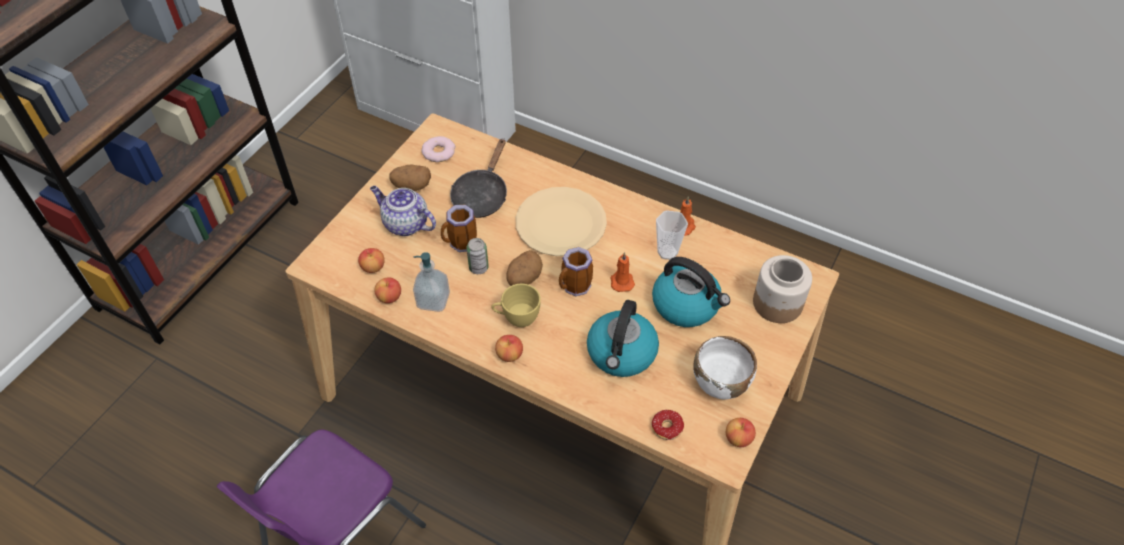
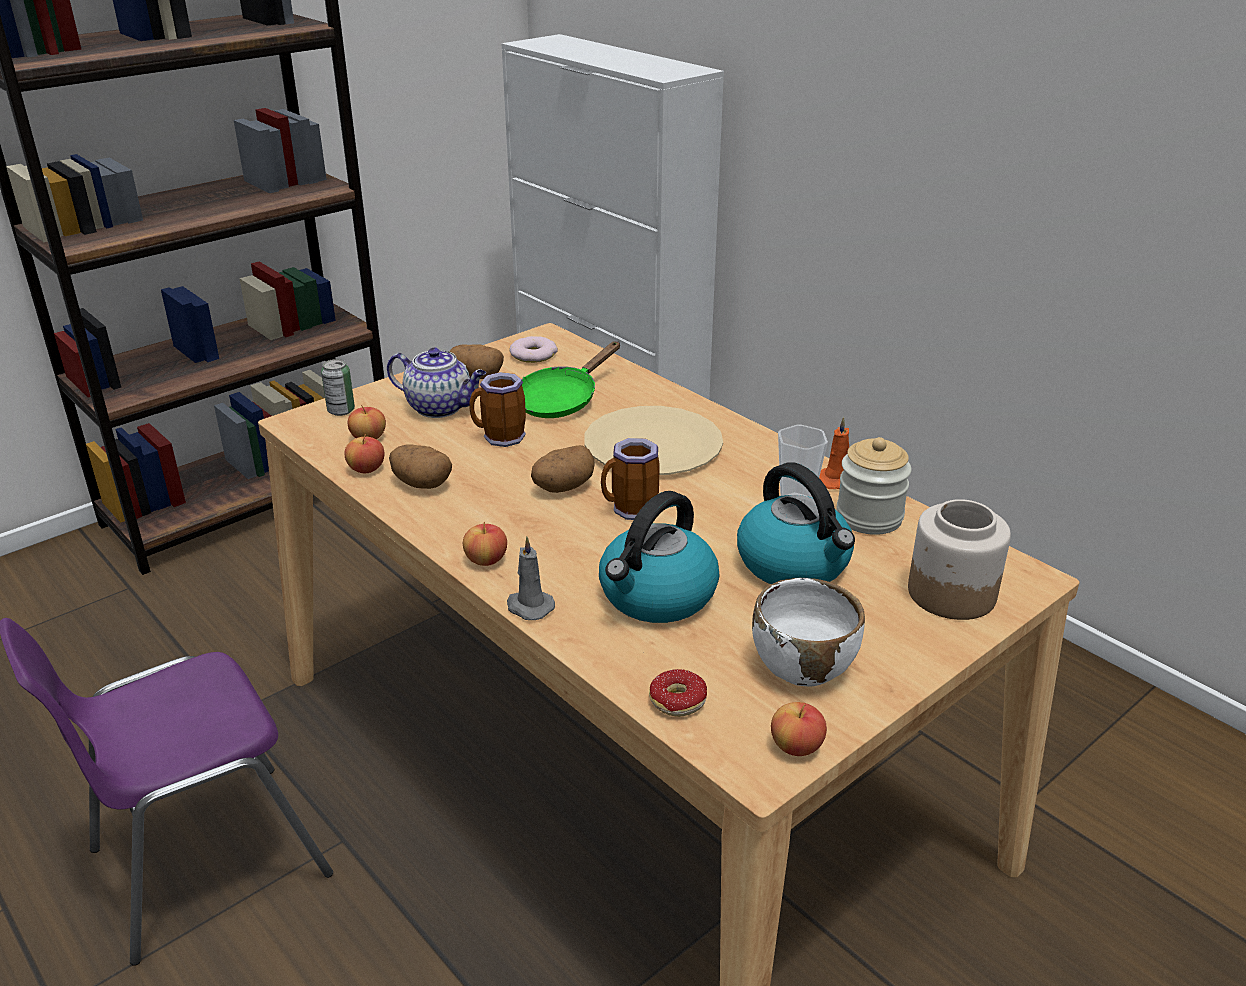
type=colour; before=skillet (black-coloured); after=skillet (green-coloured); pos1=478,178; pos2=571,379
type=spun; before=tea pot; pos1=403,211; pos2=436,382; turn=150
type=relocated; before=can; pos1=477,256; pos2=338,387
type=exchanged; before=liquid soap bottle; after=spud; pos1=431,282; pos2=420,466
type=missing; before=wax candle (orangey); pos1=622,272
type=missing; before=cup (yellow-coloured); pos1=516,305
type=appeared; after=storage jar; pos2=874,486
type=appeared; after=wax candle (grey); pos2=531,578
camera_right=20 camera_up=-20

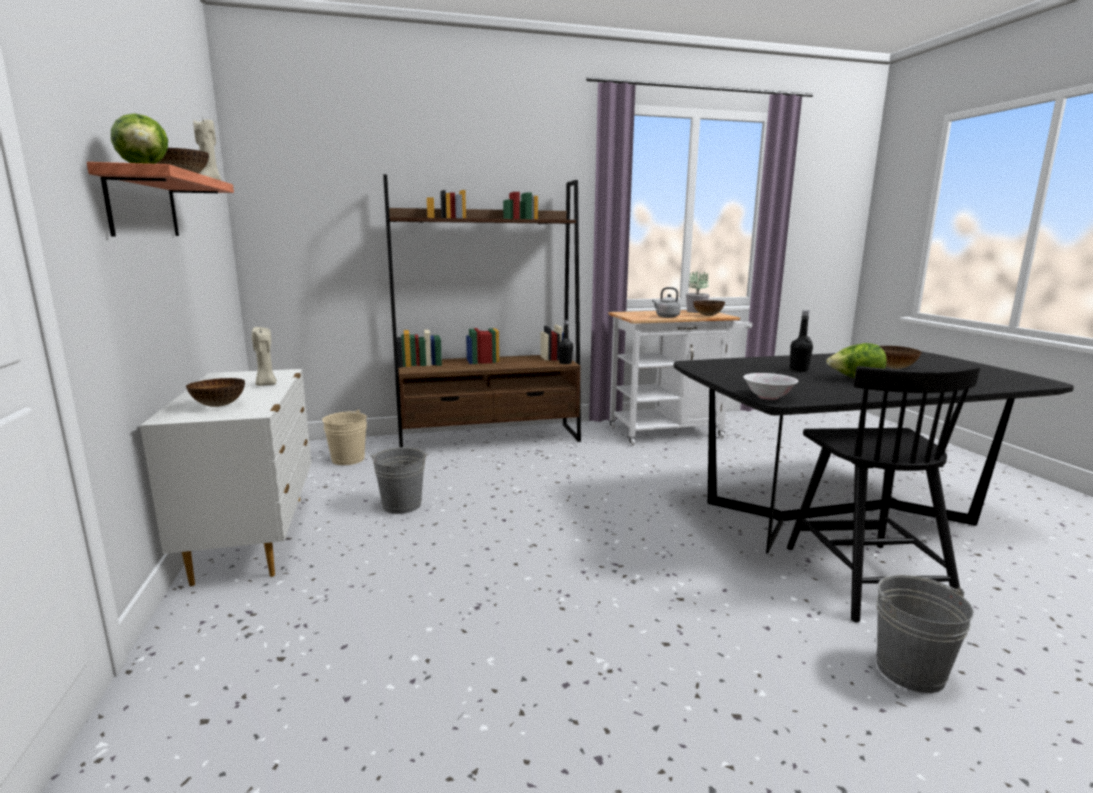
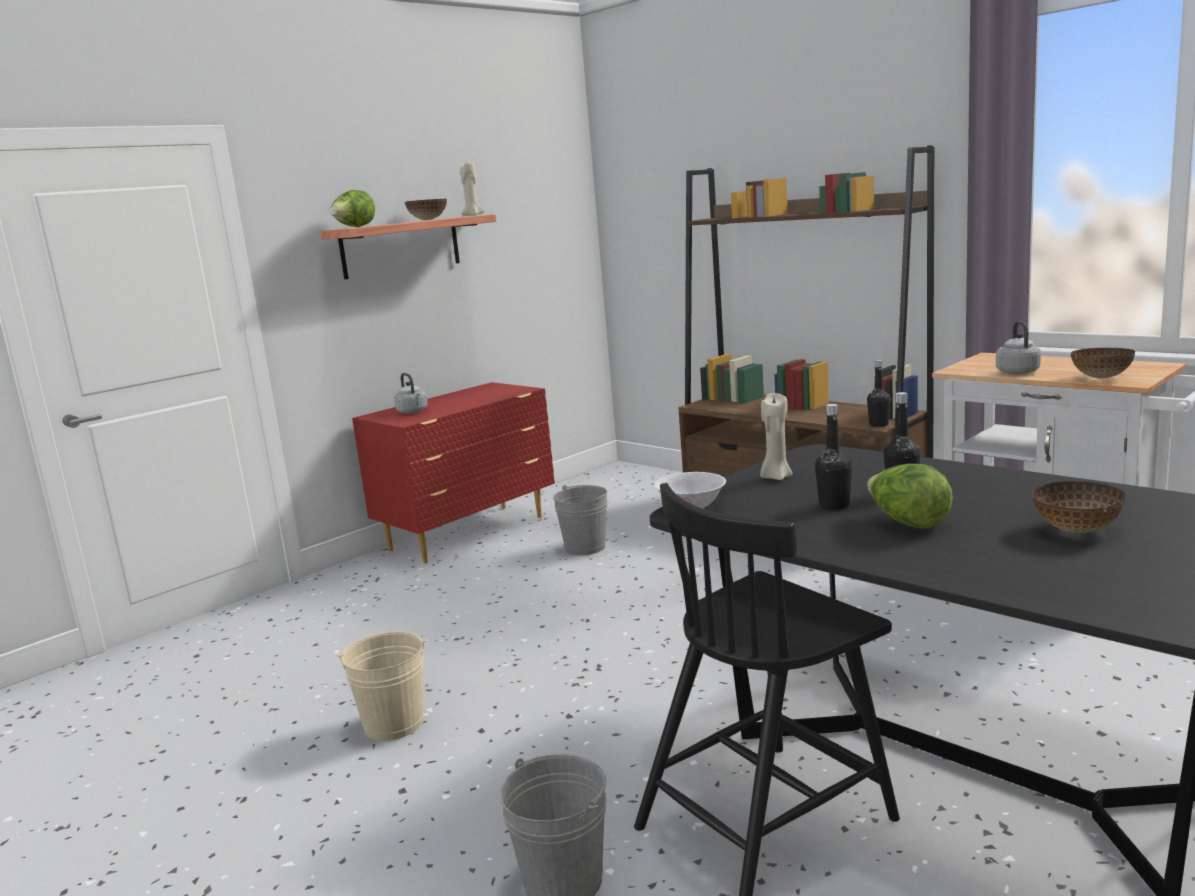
type=missing; before=houseplant; pos1=697,292
type=relocated; before=wax candle (sand-coloured); pos1=264,356; pos2=776,436
type=colour; before=chest of drawers (whitish); after=chest of drawers (red); pos1=226,477; pos2=453,473
type=exchanged; before=deep dish; after=water kettle (grey); pos1=215,392; pos2=411,393
type=relocated; before=water bucket (sand-coloured); pos1=344,437; pos2=382,686
type=appeared; after=drink bottle (black-coloured); pos2=833,457
camera_right=60 camera_up=0

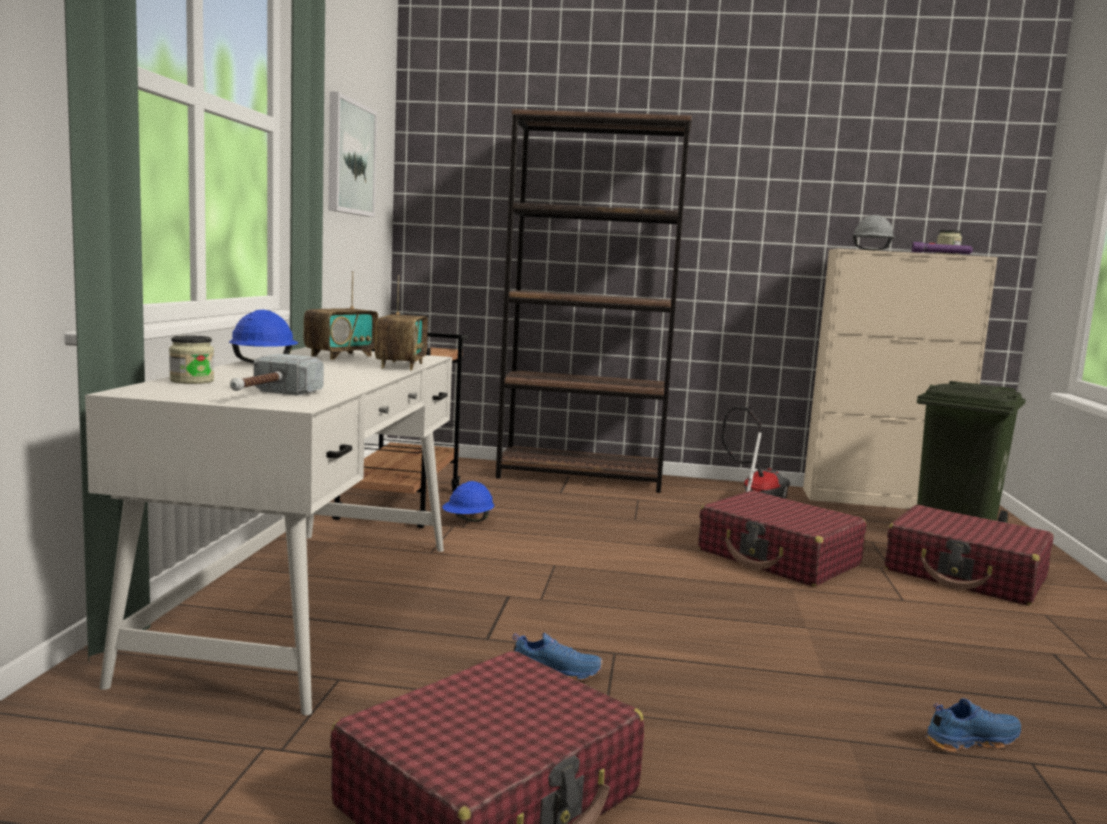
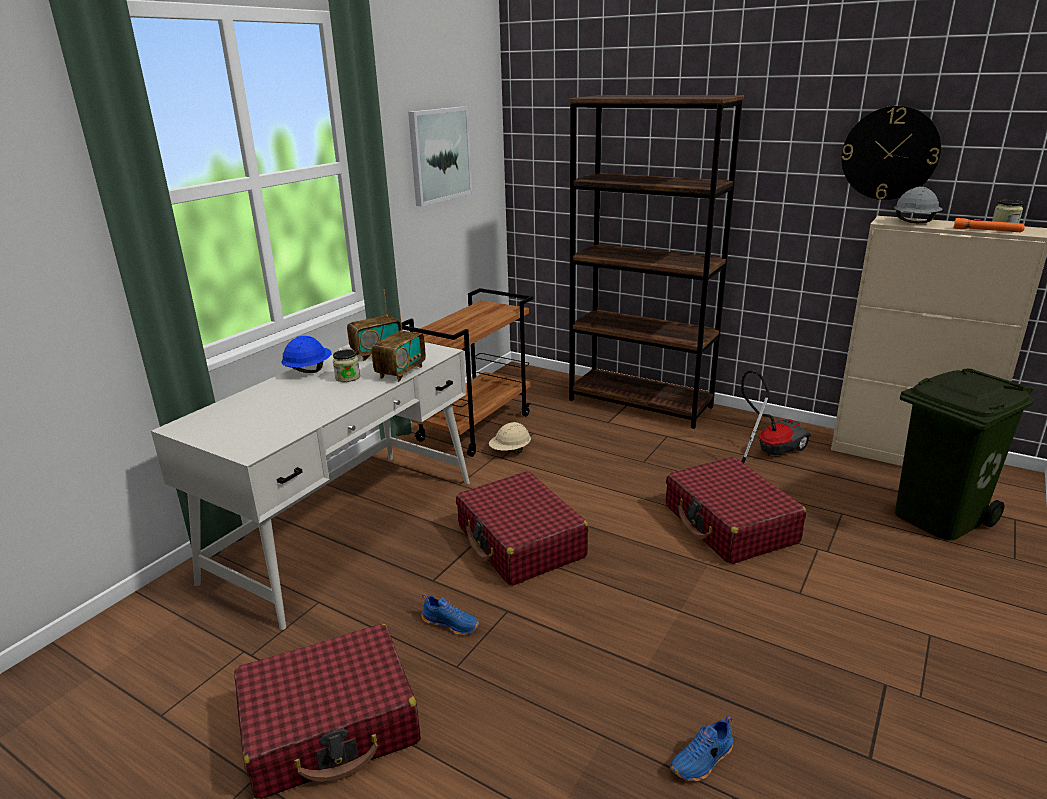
type=colour; before=hand torch (purple); after=hand torch (orangey); pos1=942,248; pos2=989,225
type=relocated; before=storage jar; pos1=191,359; pos2=346,365
type=missing; before=hammer; pos1=277,374
type=colour; before=work helmet (blue-coloured); after=work helmet (sand-coloured); pos1=468,501; pos2=510,438
type=relocated; before=piece of luggage (red); pos1=969,555; pos2=522,528
type=spun; before=shoe (blue-coloured); pos1=973,725; pos2=701,749; turn=135
type=appeared; after=clock on the wall; pos2=891,153
camera_right=25 camera_up=15

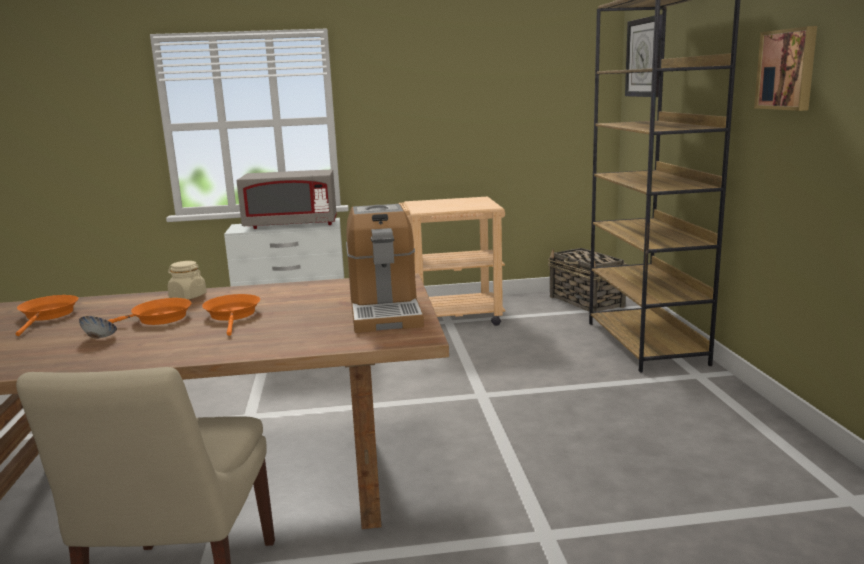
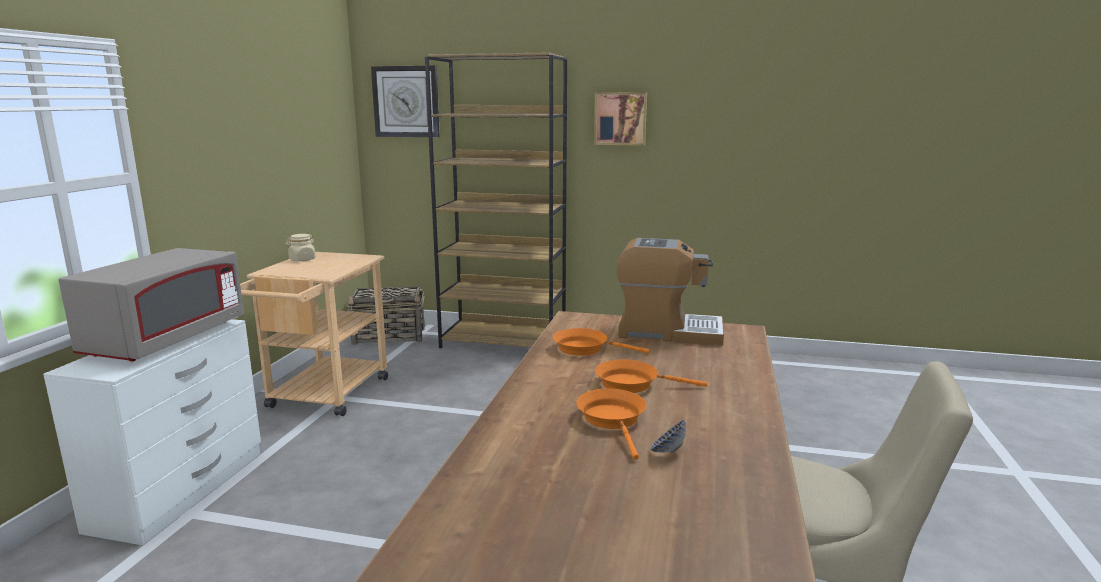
type=relocated; before=storage jar (sand-coloured); pos1=187,280; pos2=301,247
type=relocated; before=skillet (orangey); pos1=47,315; pos2=601,342
camera_right=-70 camera_up=0

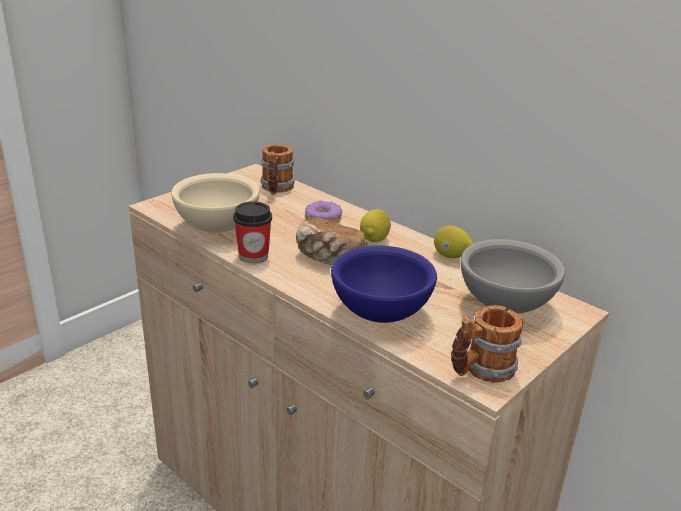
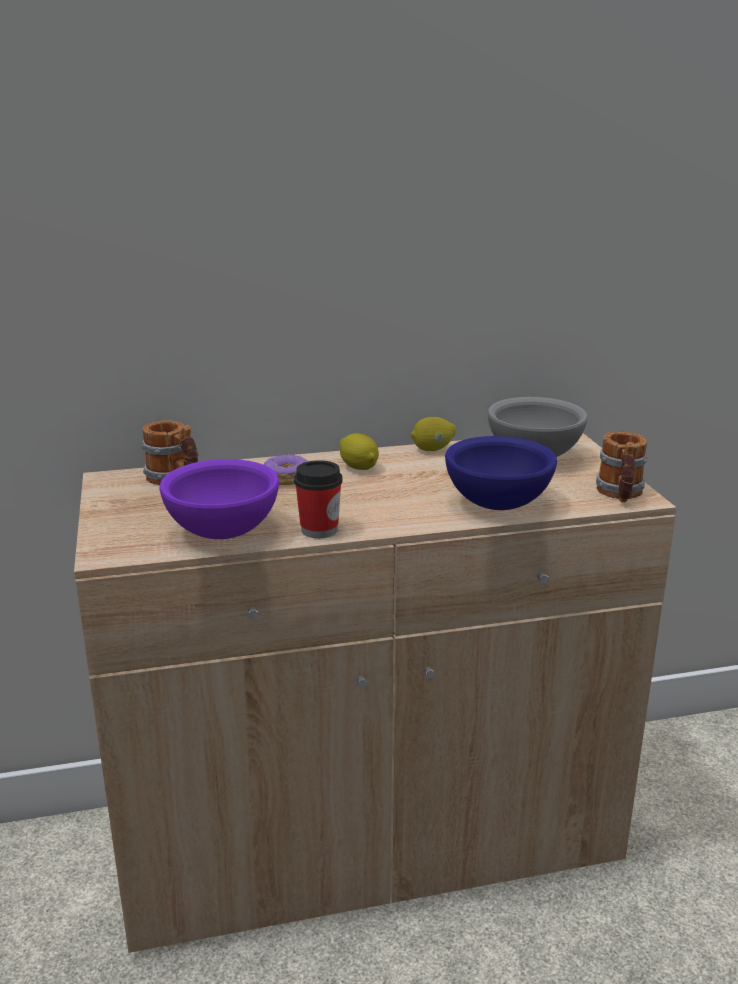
type=colour; before=deep dish (sand-coloured); after=deep dish (purple); pos1=215,203; pos2=219,499
type=missing; before=bread; pos1=331,241
camera_right=-55 camera_up=-5

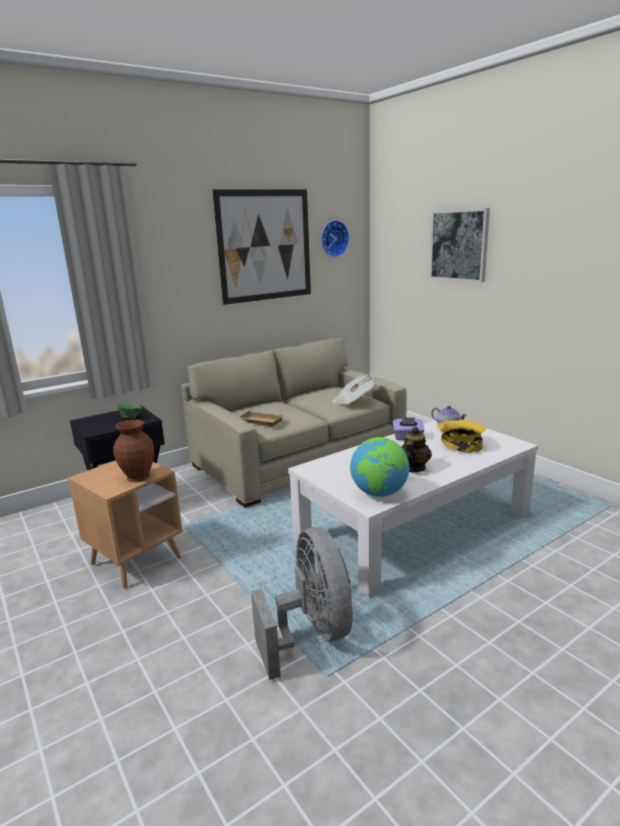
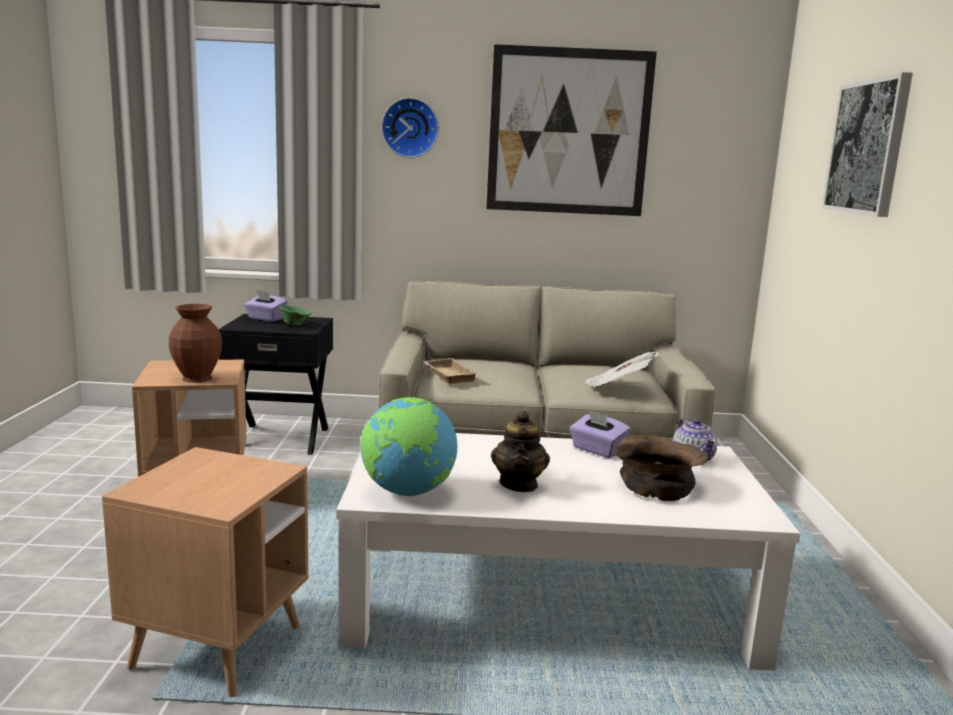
type=relocated; before=clock on the wall; pos1=335,238; pos2=410,128
type=colour; before=deep dish (yellow-coloured); after=deep dish (brownish); pos1=461,436; pos2=661,467
type=spun; before=tea pot; pos1=416,449; pos2=520,451; turn=120
type=exchanged; before=fan (grey); after=accent table (brownish); pos1=302,603; pos2=205,572
type=appeared; after=box of tissues (purple); pos2=265,306
camera_right=35 camera_up=-5

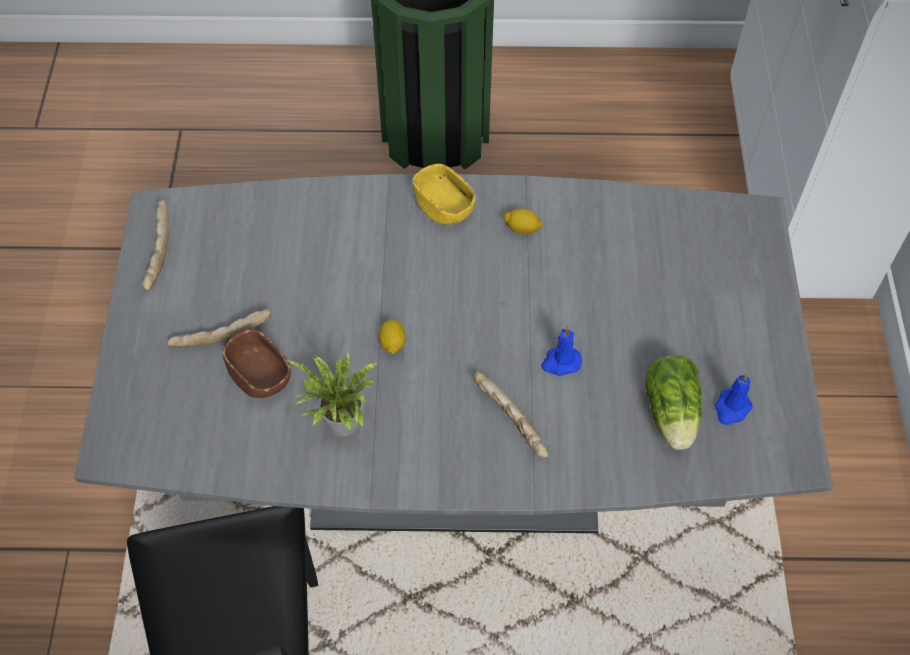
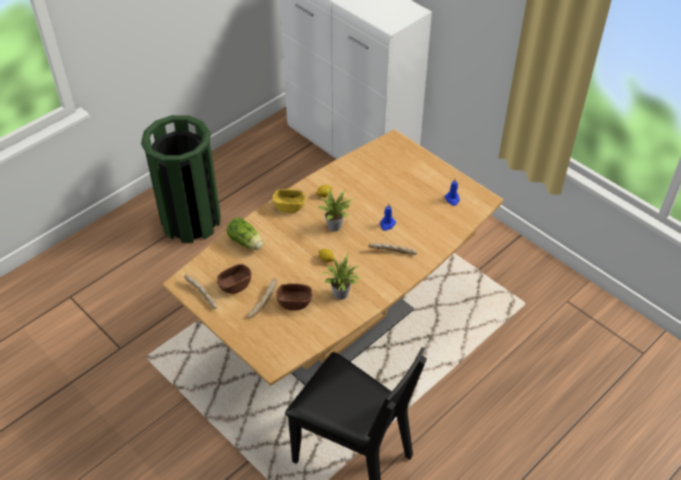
type=colour; before=dining table (grey); after=dining table (brownish); pos1=453,353; pos2=333,257
type=relocated; before=head of lettuce; pos1=673,402; pos2=244,233
type=appeared; after=houseplant; pos2=336,209
type=appeared; after=deep dish (brownish); pos2=234,279
camera_right=-45 camera_up=-10

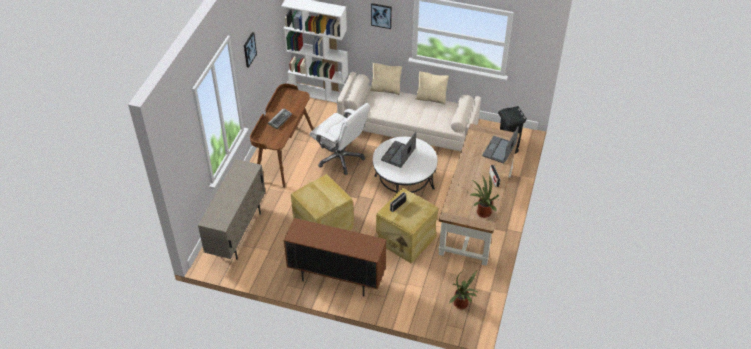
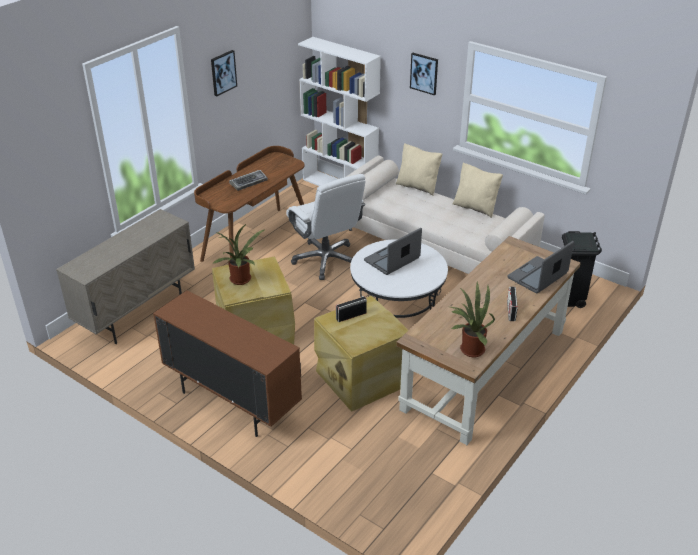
type=relocated; before=houseplant; pos1=463,289; pos2=238,254
camera_right=20 camera_up=-10

